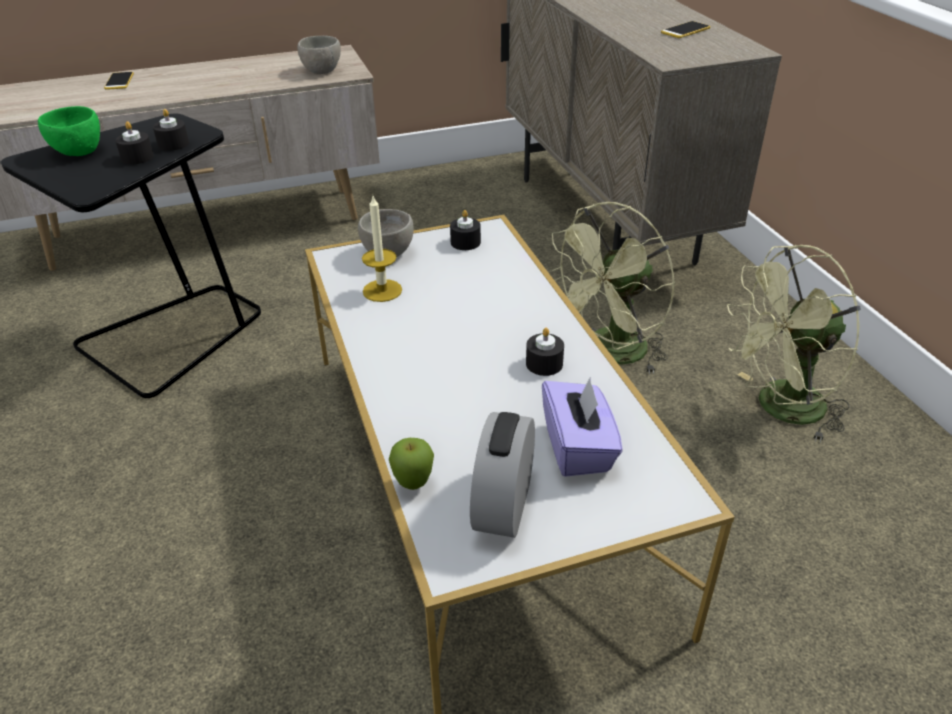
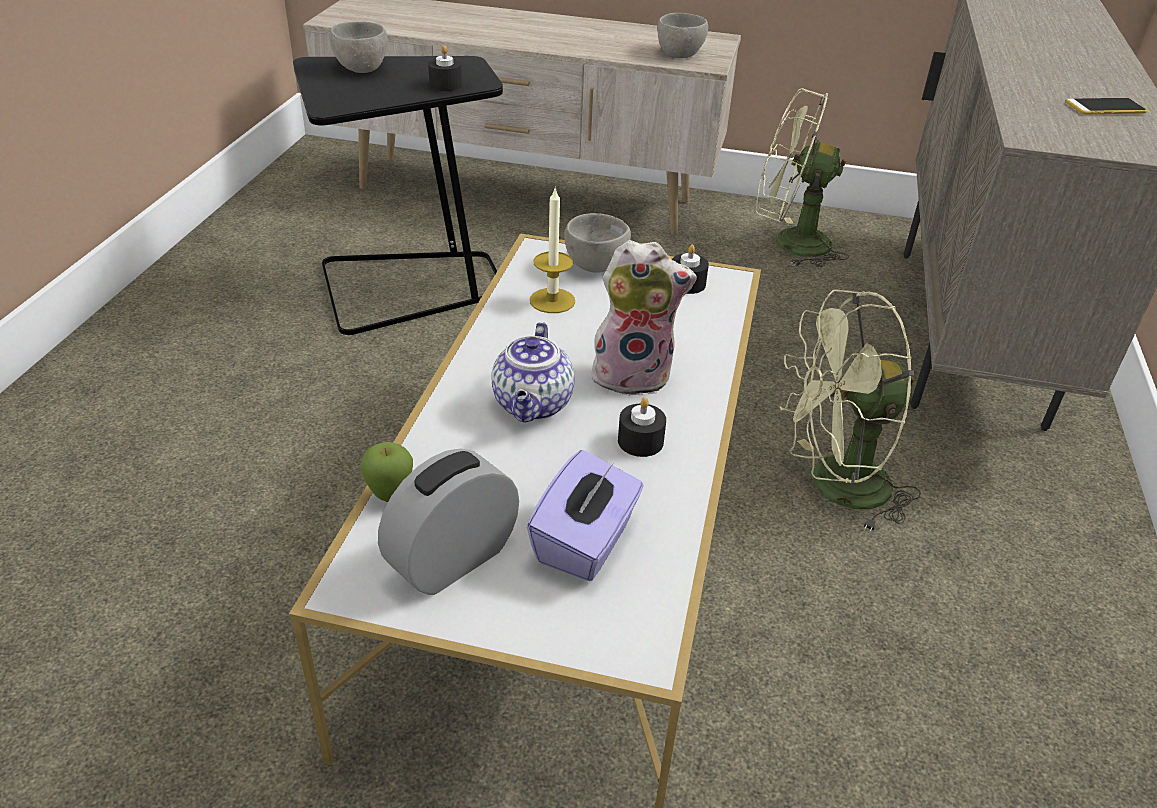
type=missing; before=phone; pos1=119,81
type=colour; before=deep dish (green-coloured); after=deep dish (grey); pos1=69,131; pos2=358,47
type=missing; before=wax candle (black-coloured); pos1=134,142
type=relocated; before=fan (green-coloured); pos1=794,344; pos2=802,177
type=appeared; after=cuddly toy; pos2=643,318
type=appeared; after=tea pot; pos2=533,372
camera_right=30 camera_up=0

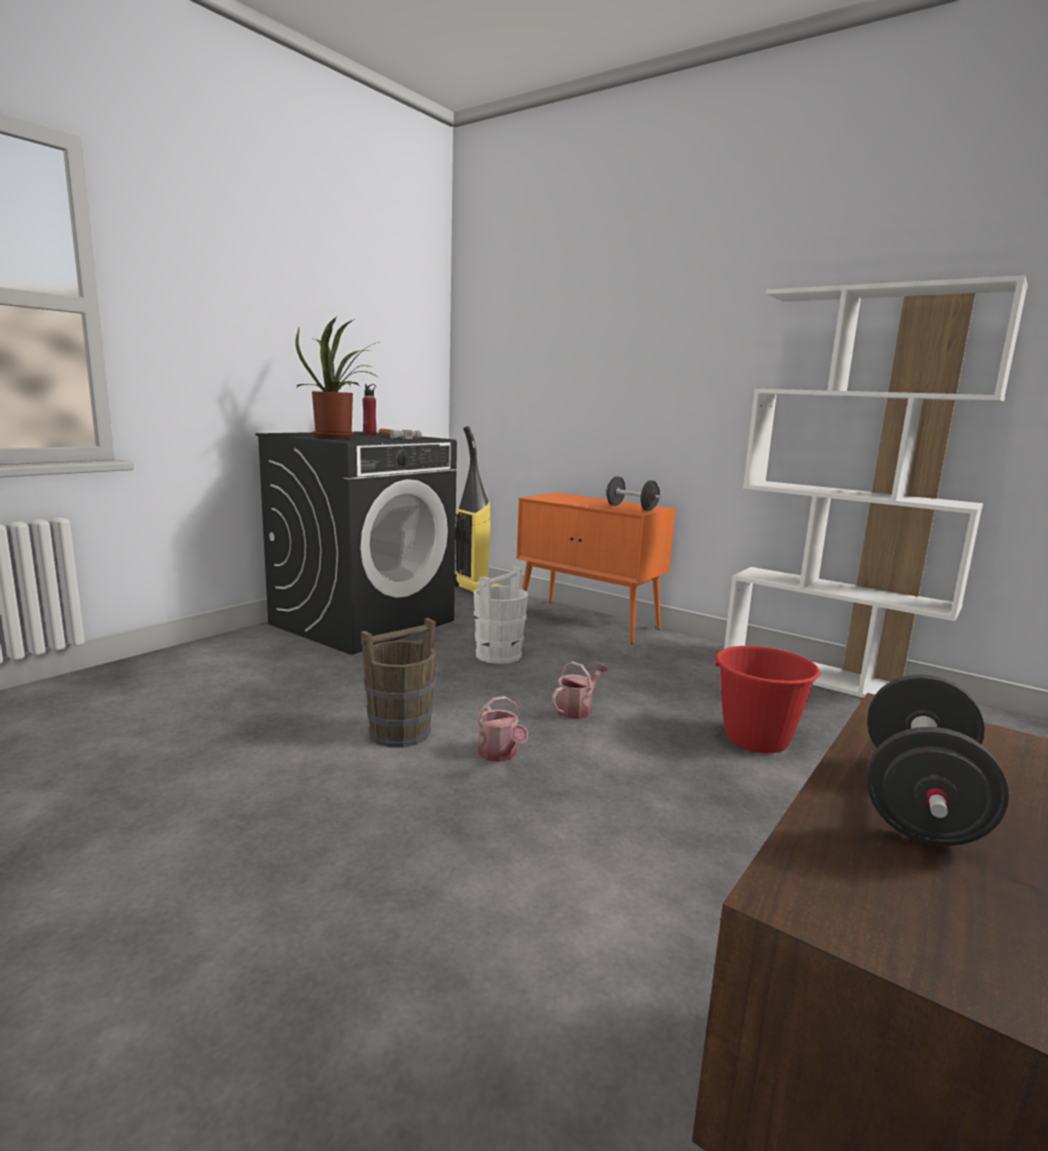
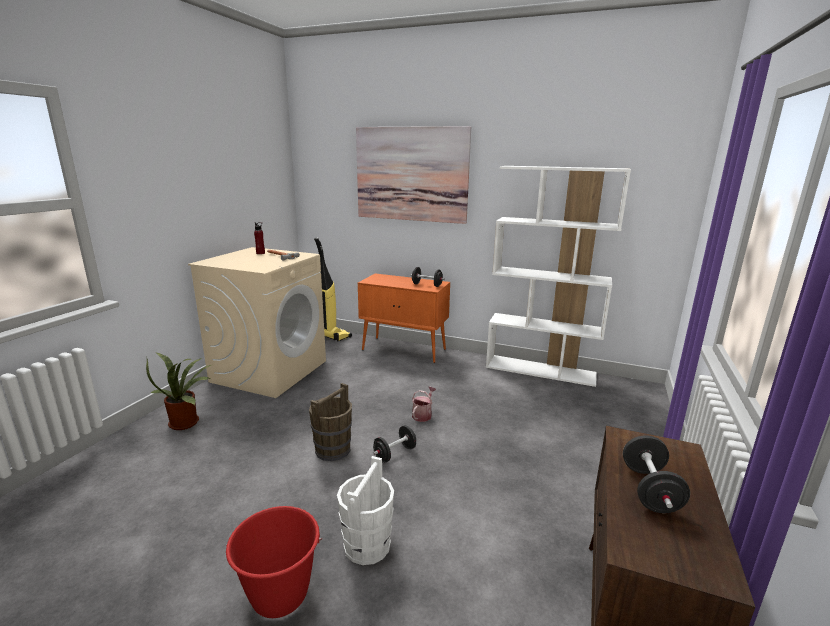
type=relocated; before=houseplant; pos1=337,378; pos2=178,391
type=colour; before=laundry appliance (black-coloured); after=laundry appliance (sand-coloured); pos1=356,543; pos2=257,322
type=relocated; before=water bucket (whitish); pos1=501,615; pos2=365,510
type=relocated; before=water bucket (red); pos1=766,699; pos2=274,562
type=exchanged; before=sprinkling can; after=free weight (black-coloured); pos1=502,729; pos2=394,443
type=appeared; after=wall art; pos2=413,175
camera_right=-15 camera_up=5

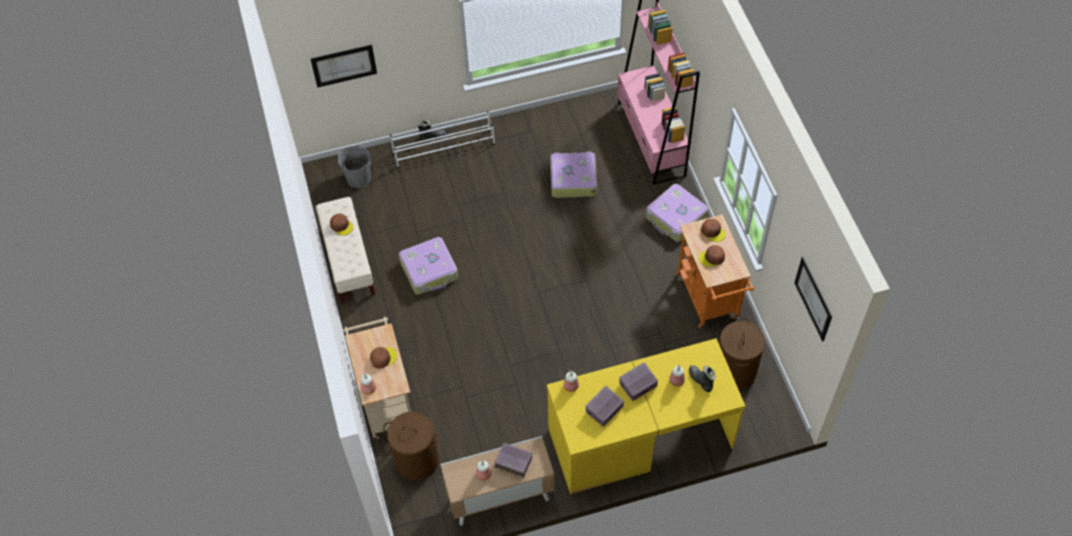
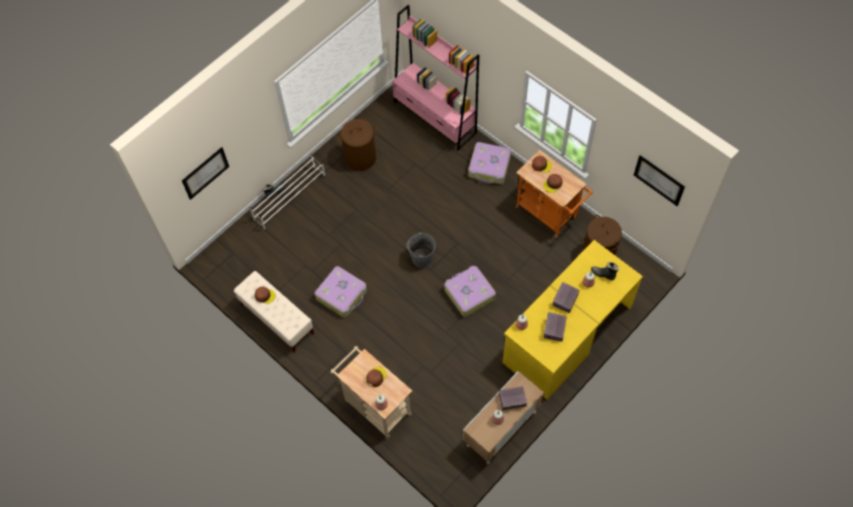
type=relocated; before=water bucket (grey); pos1=354,166; pos2=420,250
type=relocated; before=piece of luggage; pos1=573,175; pos2=470,291
type=relocated; before=washing basket (brownish); pos1=411,446; pos2=357,145
camera_right=-30 camera_up=5

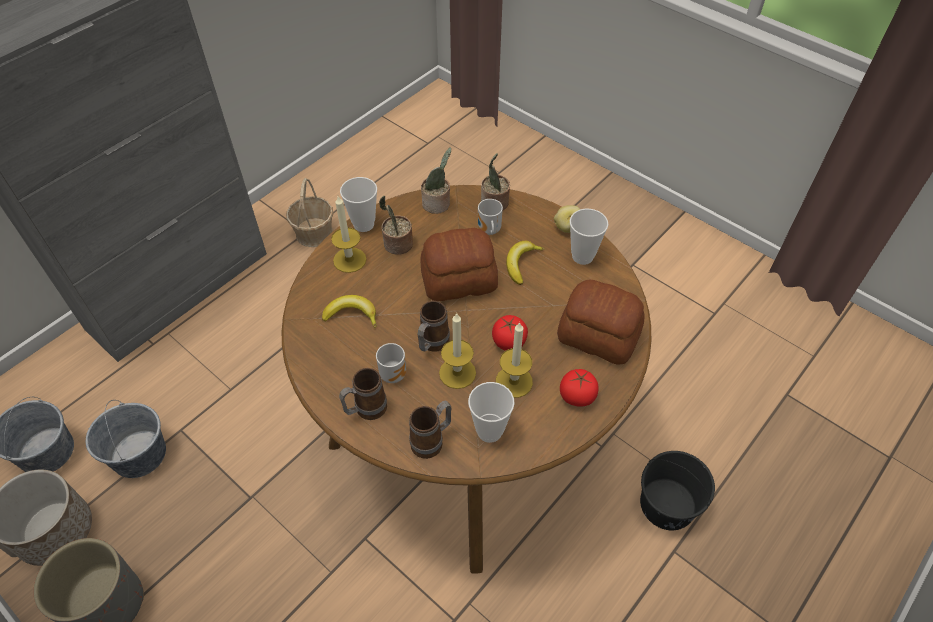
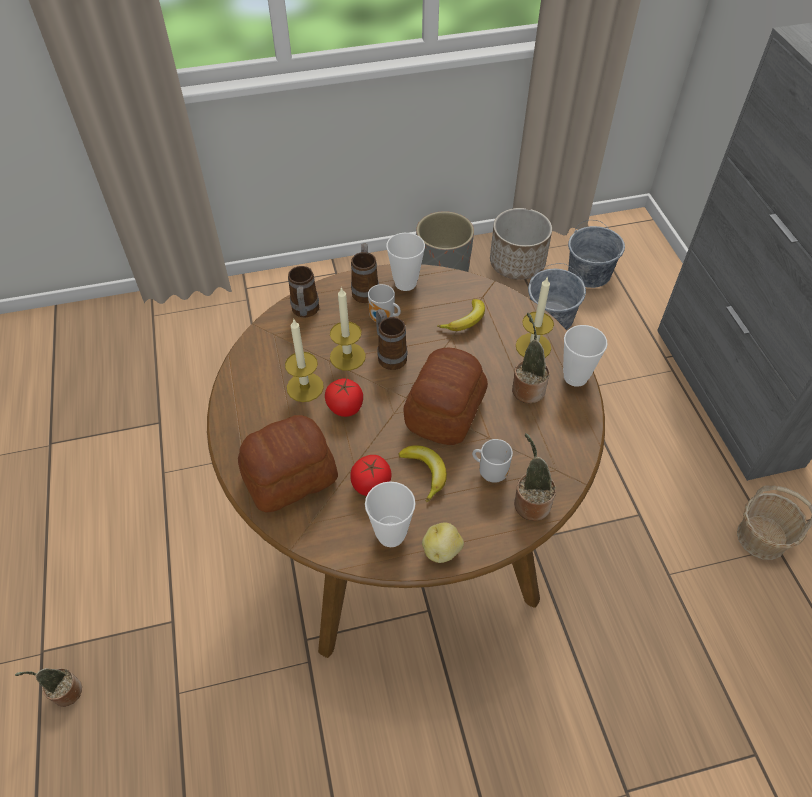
type=relocated; before=houseplant; pos1=436,180; pos2=48,687
type=relocated; before=tomato; pos1=579,388; pos2=371,475
type=relocated; before=cup; pos1=491,412; pos2=405,262
type=missing; before=water bucket (black-coloured); pos1=677,491
camera_right=125 camera_up=0

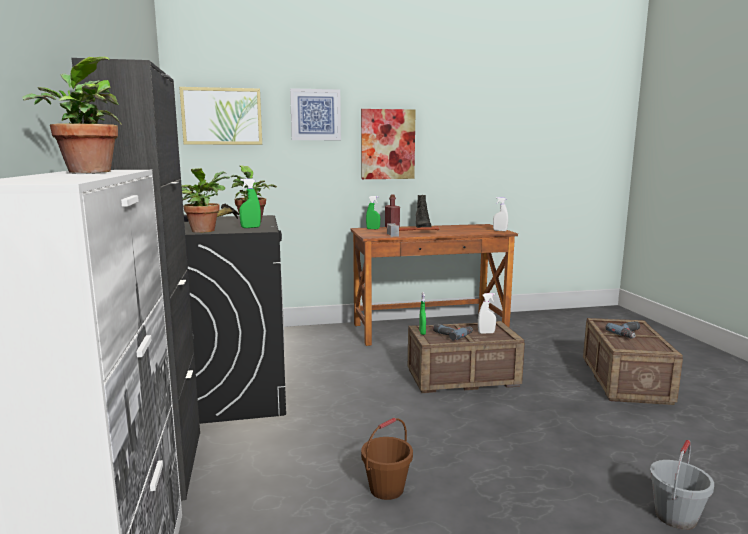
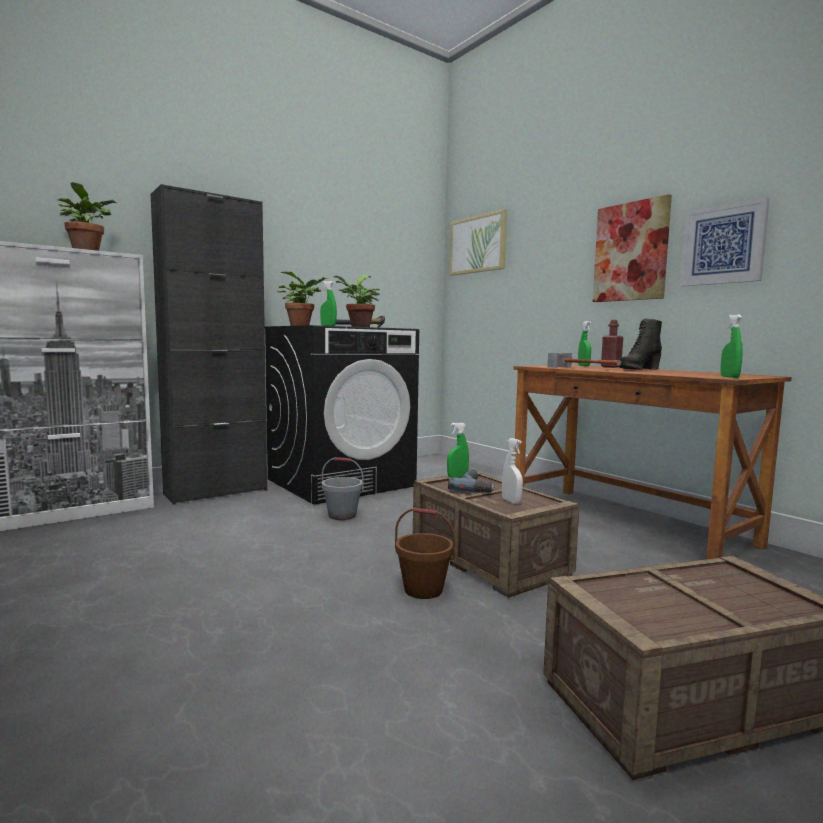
type=relocated; before=wall art; pos1=315,114; pos2=725,241
type=colour; before=hand sprayer (whitish); after=hand sprayer (green-coloured); pos1=500,214; pos2=731,346
type=missing; before=electric drill; pos1=622,330
type=relocated; before=water bucket (brownish); pos1=387,459; pos2=425,553
type=relocated; before=water bucket (grey); pos1=681,485; pos2=343,488
camera_right=65 camera_up=-5

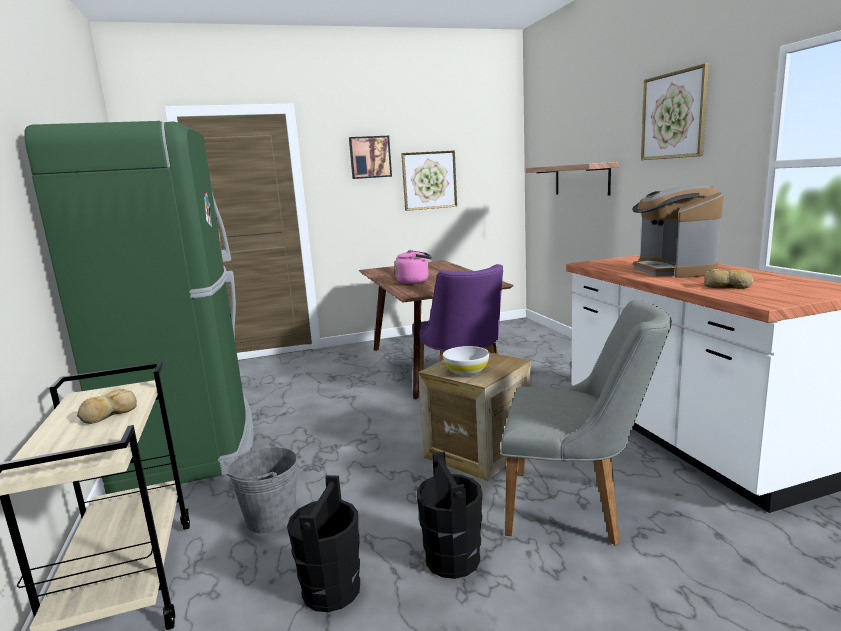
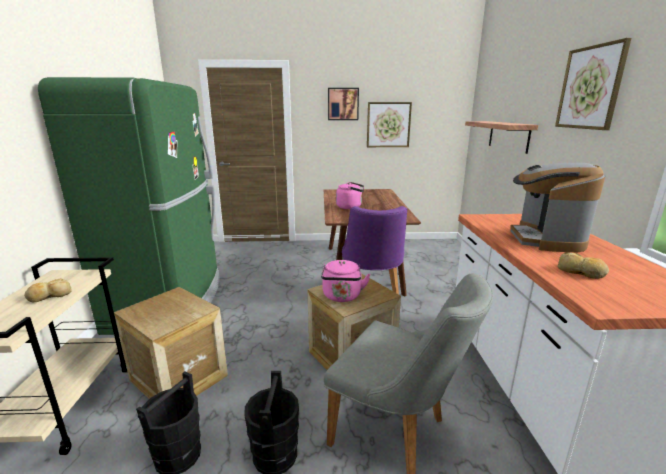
type=exchanged; before=deep dish (whitish); after=water kettle (pink-coloured); pos1=466,361; pos2=346,281
type=exchanged; before=water bucket (grey); after=packing crate; pos1=262,490; pos2=171,343
camera_right=15 camera_up=5

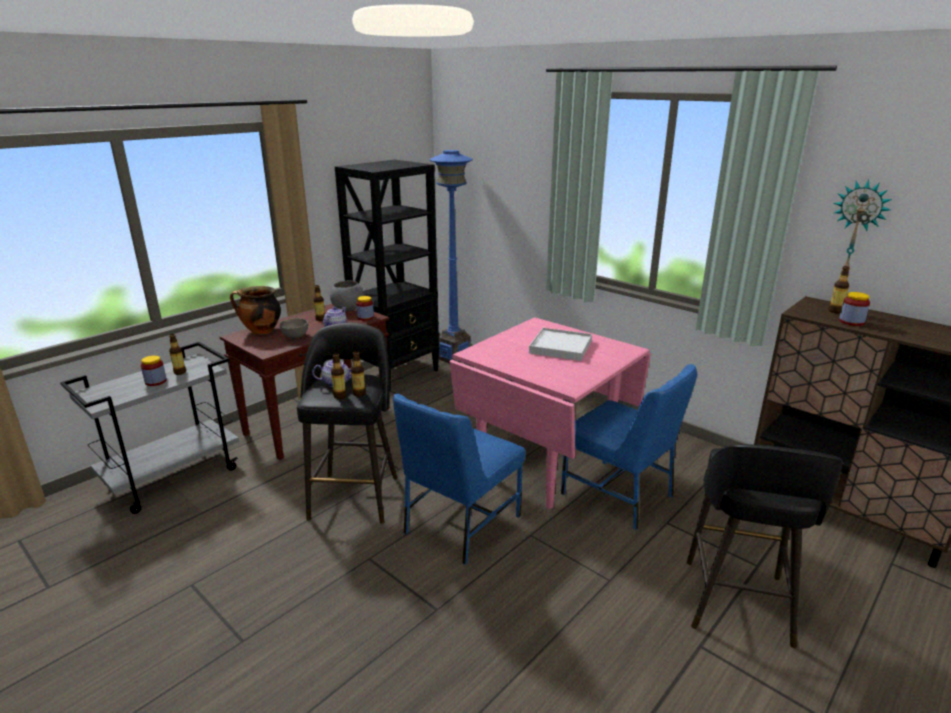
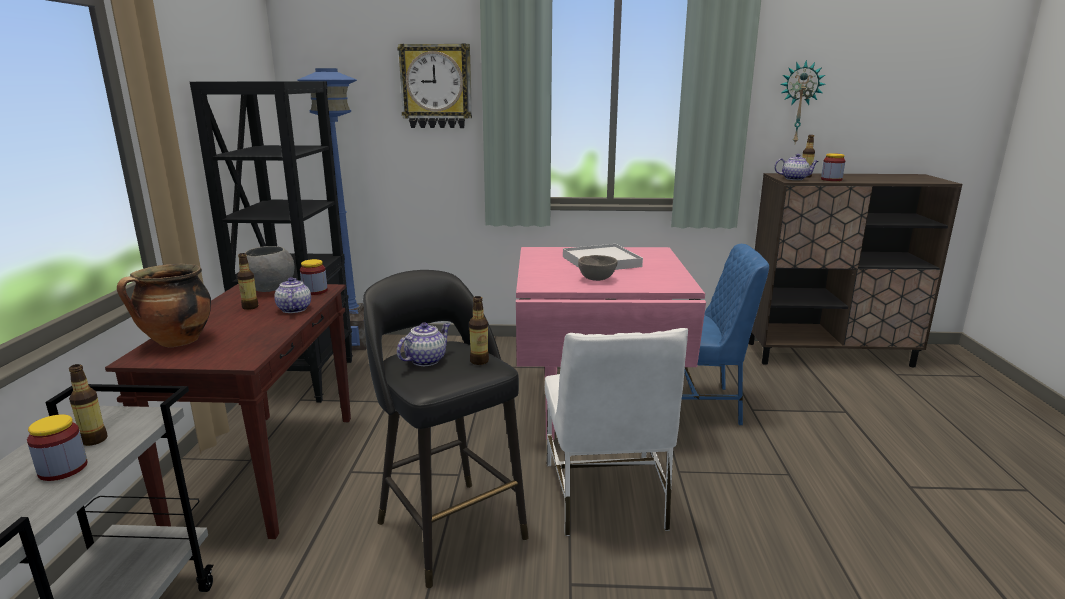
type=relocated; before=deep dish (grey); pos1=293,328; pos2=598,268
type=missing; before=drink bottle; pos1=338,376
type=colour; before=chair (blue-coloured); after=chair (whitish); pos1=459,479; pos2=616,432
type=missing; before=stool (black-coloured); pos1=765,546
type=appeared; after=clock on the wall; pos2=434,86
type=appeared; after=tea pot; pos2=796,167
camera_right=-40 camera_up=-5

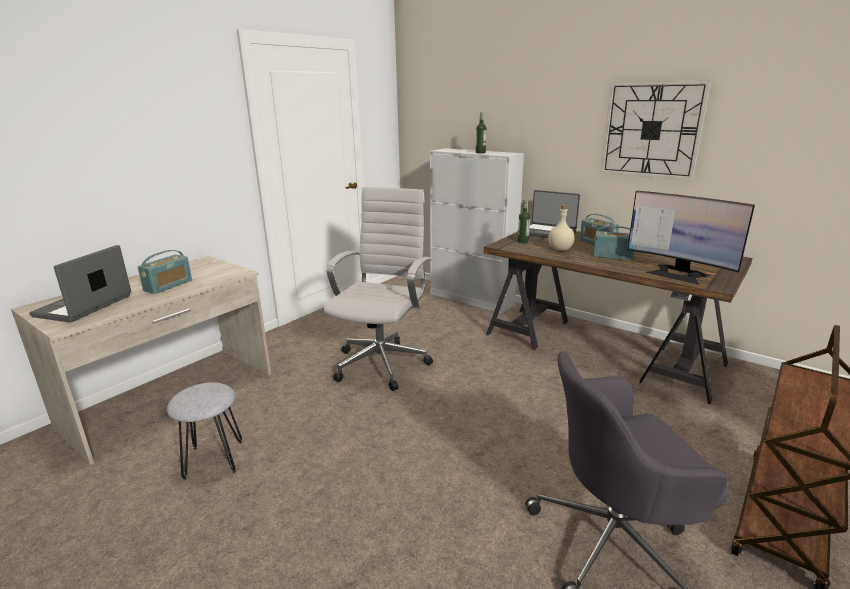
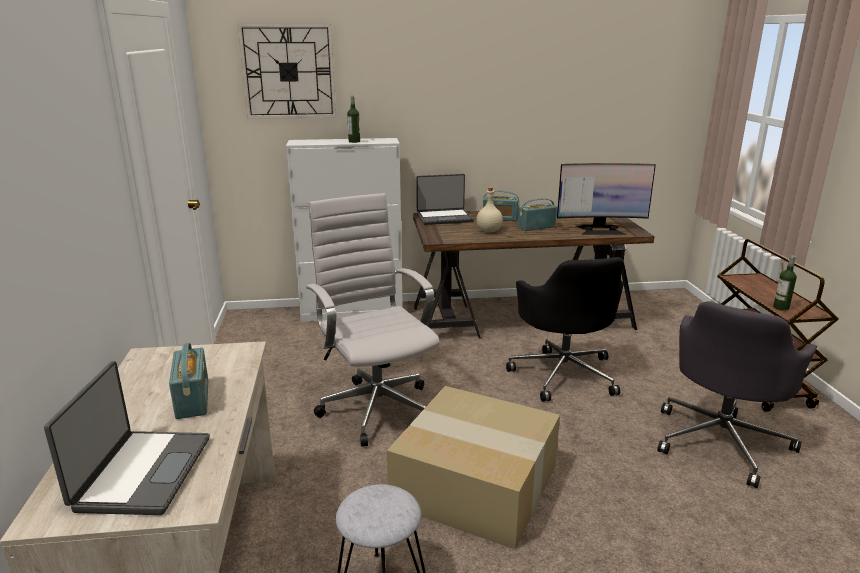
type=relocated; before=clock on the wall; pos1=656,130; pos2=286,71
type=relocated; before=drink bottle; pos1=524,221; pos2=785,283
type=spun; before=laptop; pos1=80,284; pos2=127,438; turn=-150
type=appeared; after=office chair (black-coloured); pos2=565,329
type=appeared; after=cardboard box; pos2=473,467
camera_right=-45 camera_up=0

